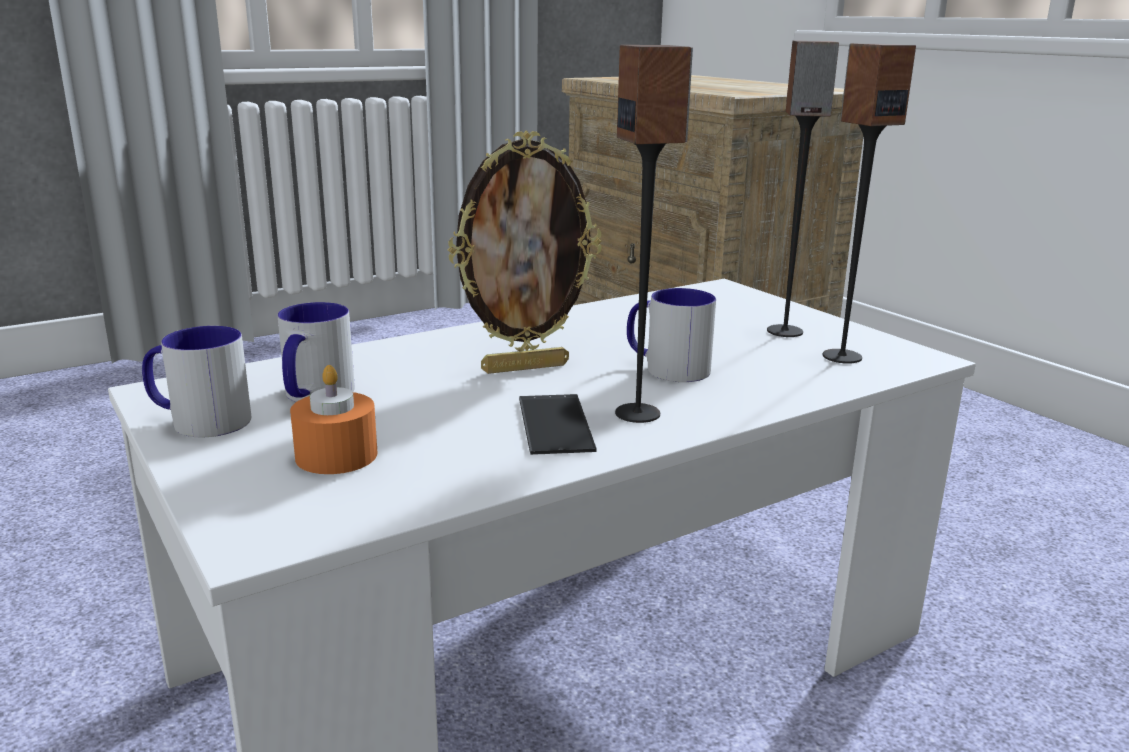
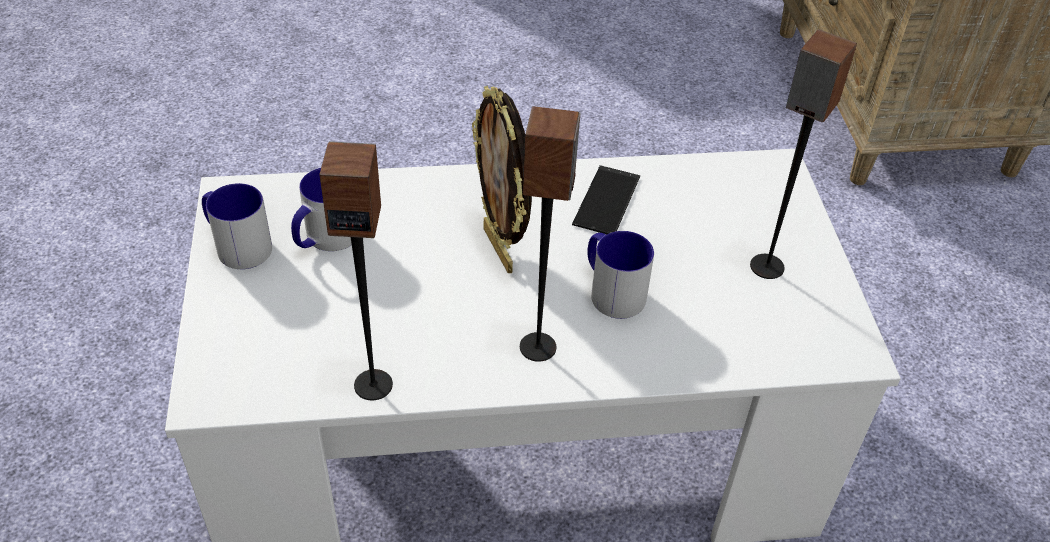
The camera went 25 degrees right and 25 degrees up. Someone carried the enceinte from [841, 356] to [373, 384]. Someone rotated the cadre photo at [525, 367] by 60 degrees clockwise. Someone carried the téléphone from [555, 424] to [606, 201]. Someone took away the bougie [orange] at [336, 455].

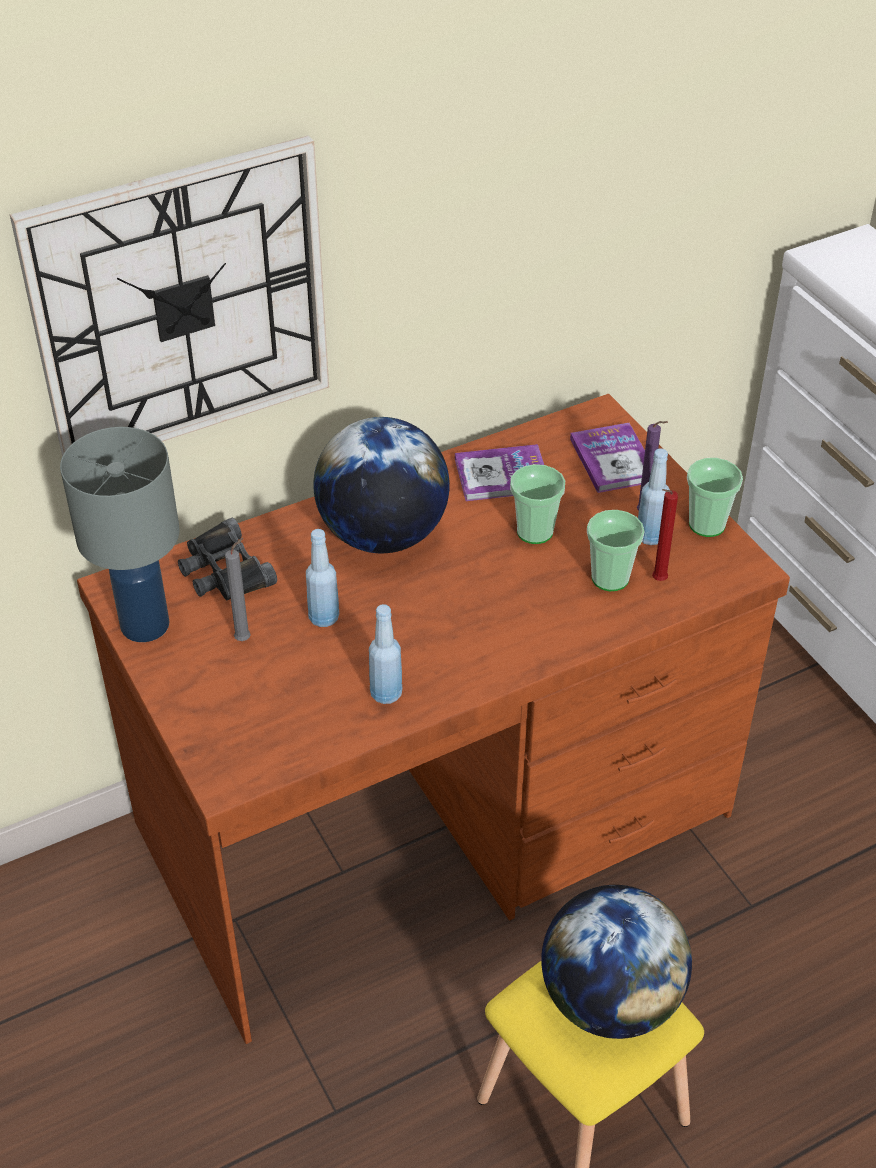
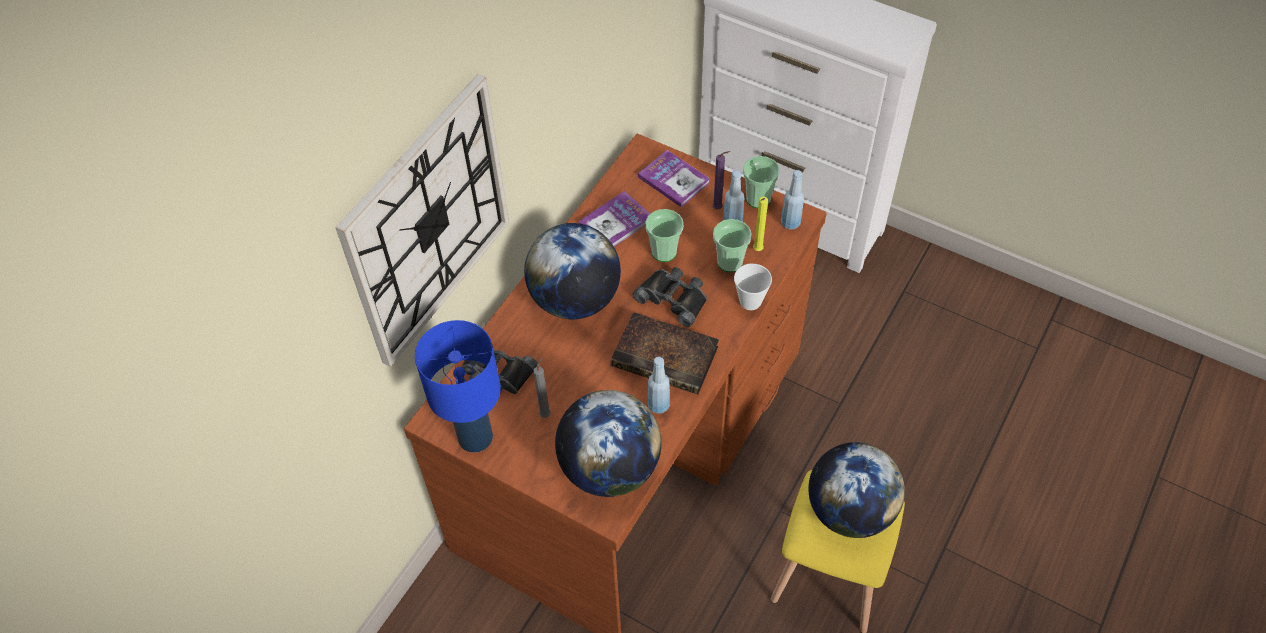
The camera went 30 degrees left and 10 degrees up. Someone repainted the lampe de table [gris] at [143, 625], which became the lampe de table [bleu] at [474, 438]. Someone put down the globe at [610, 468]. Someone put down the livre at [667, 357]. Someone put down the jumelles [noir] at [674, 298]. Someone put down the tasse at [750, 301]. Someone repainted the bougie [rouge] at [657, 581], which became the bougie [jaune] at [757, 251]. Someone carried the bouteille [bleu] from [323, 618] to [790, 223].

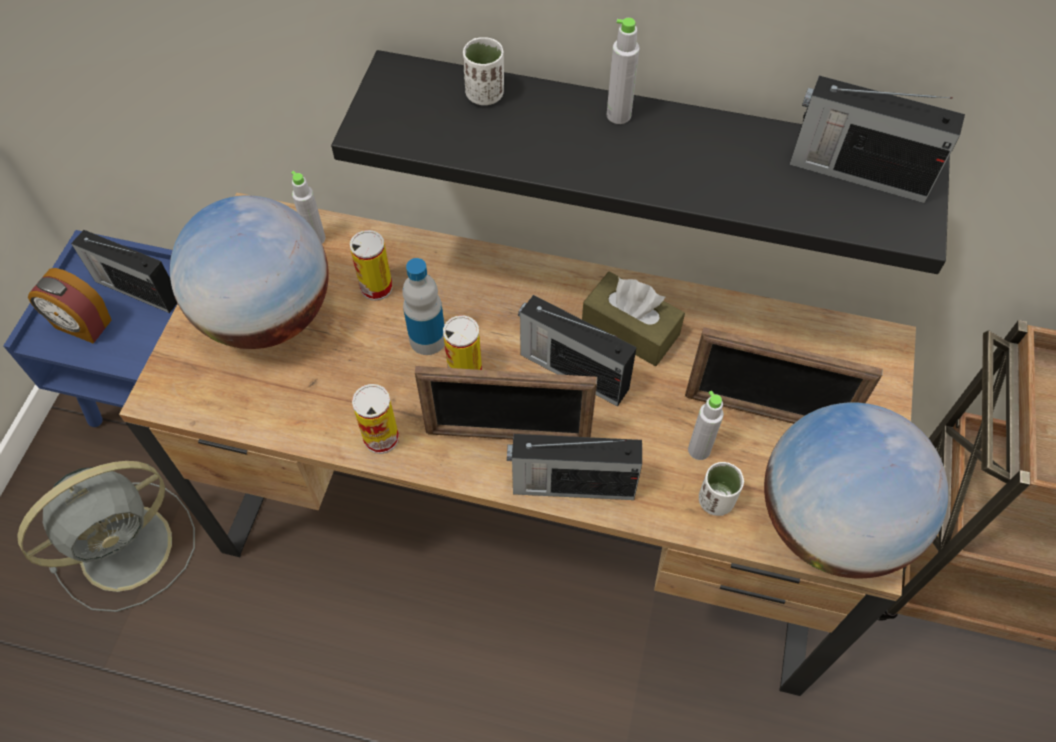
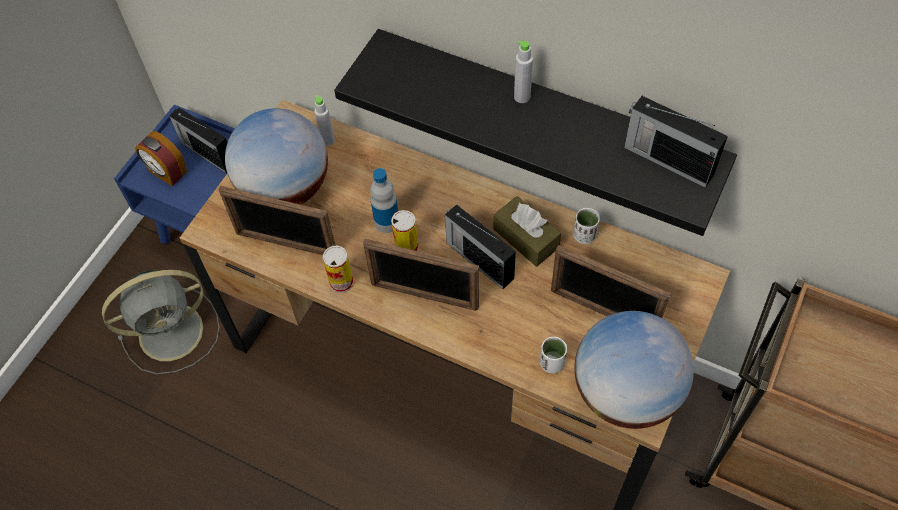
The camera went 15 degrees right and 0 degrees up. Someone put down the cadre photo at [286, 244]. Someone carried the tasse [blanc] from [485, 95] to [584, 235]. Someone took away the boîte métallique at [376, 287]. Someone took away the radio at [571, 485]. Someone took away the bouteille [gris] at [699, 450].

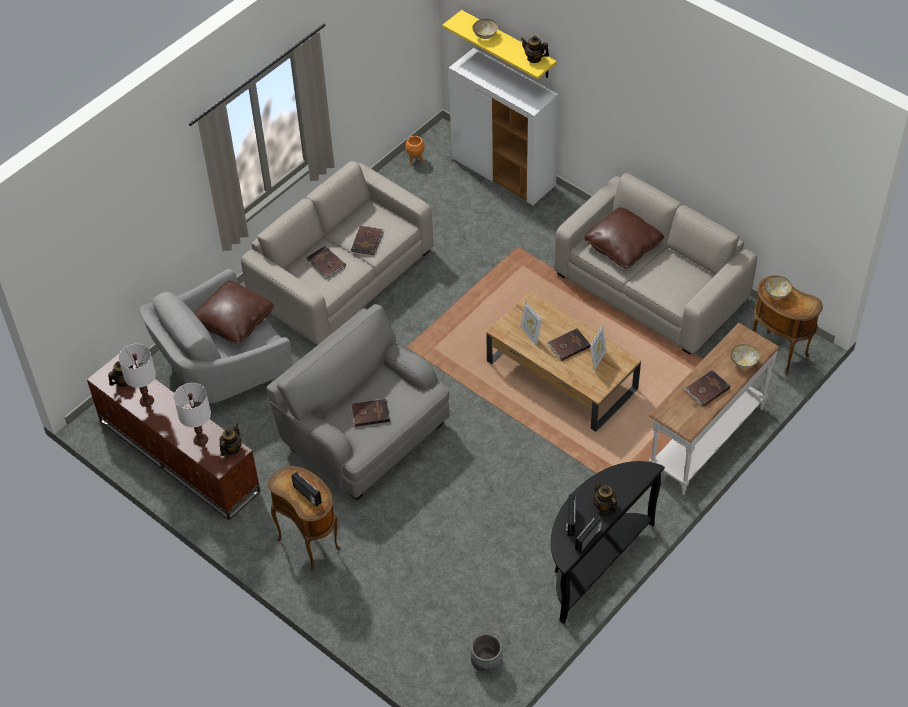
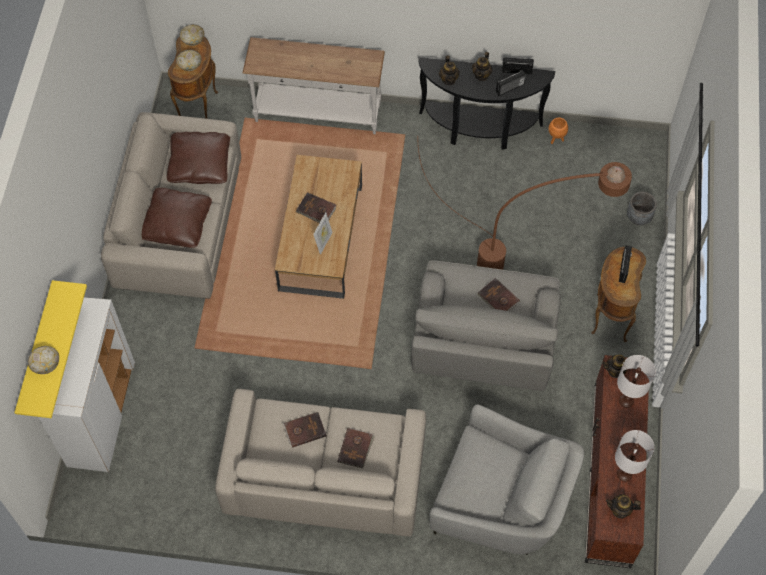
The camera went 125 degrees left and 10 degrees up. Someone carried the coussin [marron] from [234, 320] to [200, 164]. Someone carried the bol from [743, 362] to [193, 41]. Someone put down the lampadaire [marron] at [521, 251]. Someone carried the théière from [534, 58] to [448, 79]. Someone carried the cache-pot [orange] from [415, 159] to [556, 139]. Someone carried the cache-pot [gris] from [486, 663] to [638, 217]. Someone took away the cadre photo at [597, 359]. Someone took away the livre [marron] at [706, 389].

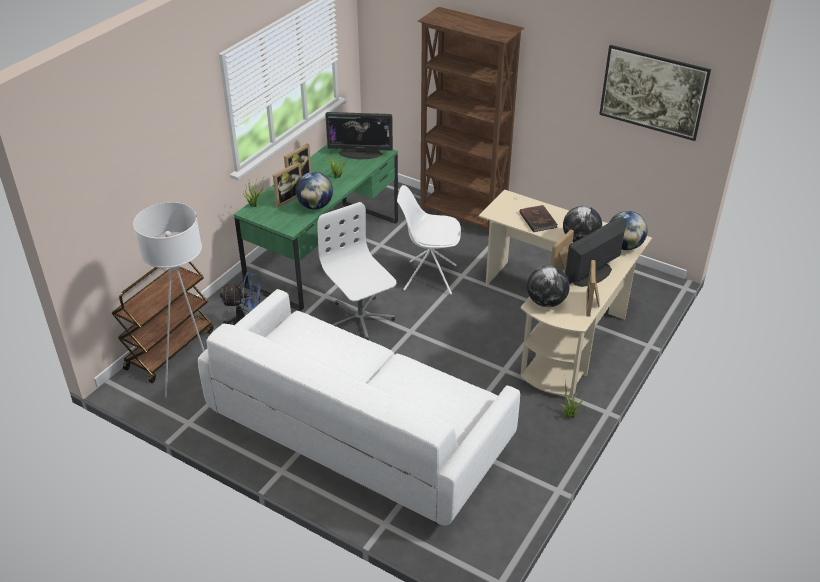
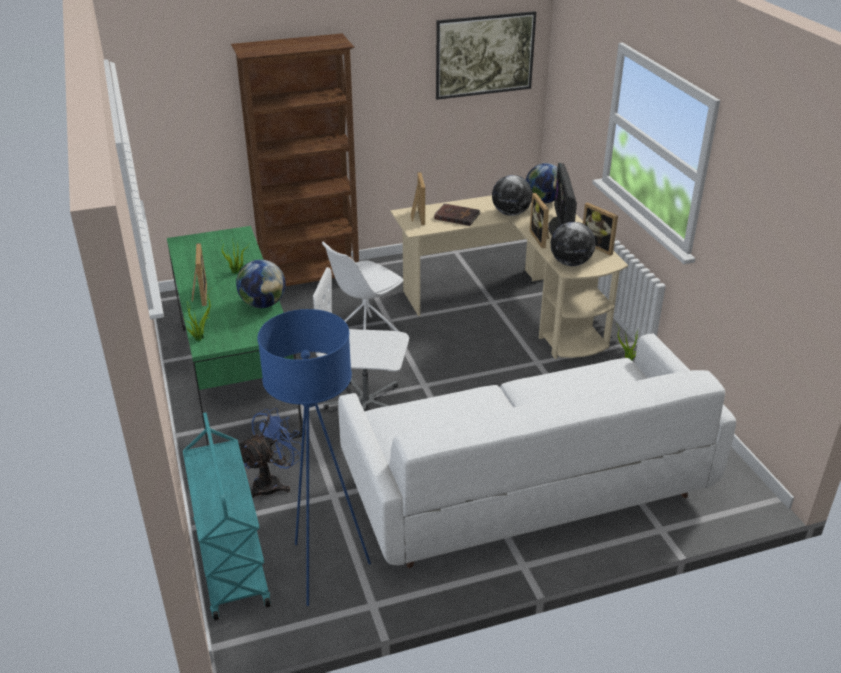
The camera went 50 degrees left and 5 degrees down. Someone repainted the chariot [marron] at [170, 349], which became the chariot [turquoise] at [230, 563]. Someone repainted the lampadaire [blanc] at [198, 387], which became the lampadaire [bleu] at [324, 569]. Someone carried the cadre photo from [287, 198] to [417, 217]. Someone took away the écran d'ordinateur at [360, 153].

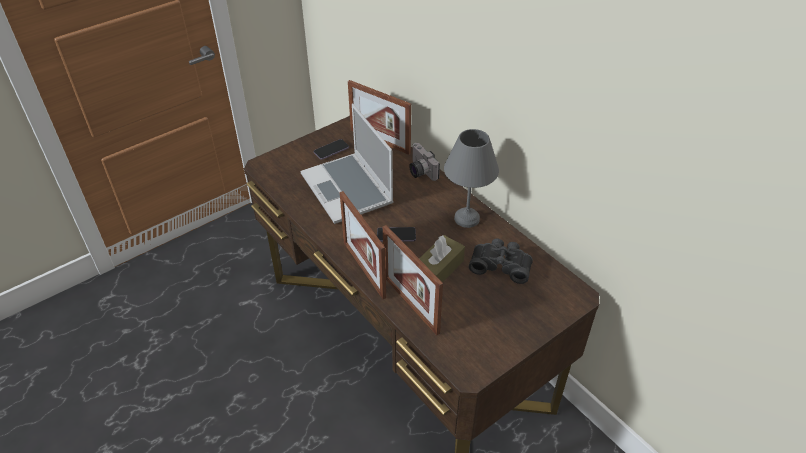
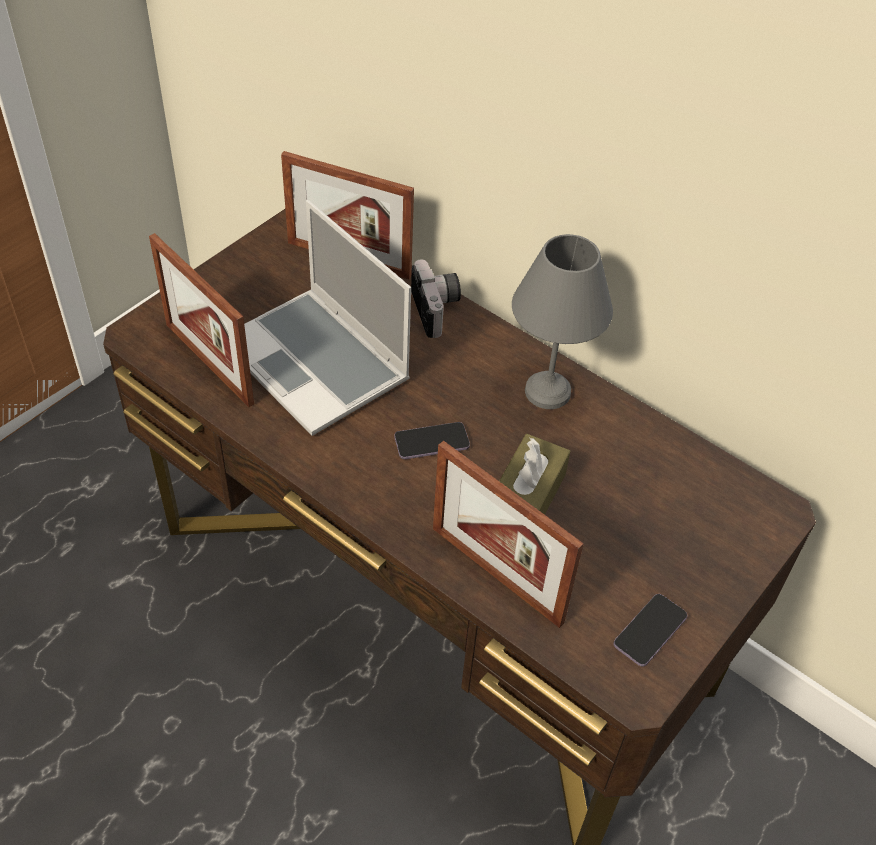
The camera went 15 degrees left and 5 degrees up. Someone carried the cadre photo from [364, 269] to [209, 363]. Someone rotated the appareil photo at [420, 171] by 150 degrees counterclockwise. Someone carried the téléphone from [331, 150] to [650, 631]. Someone took away the jumelles [noir] at [501, 265].

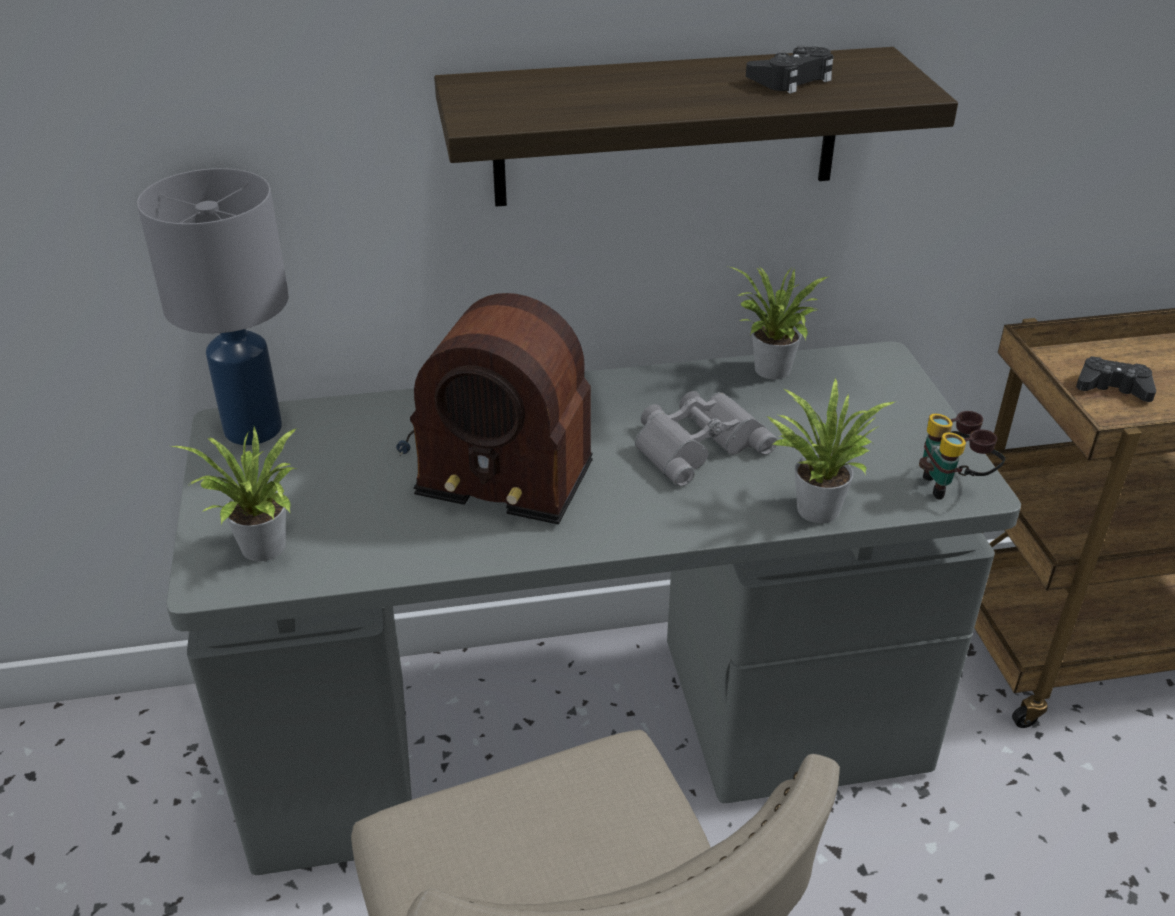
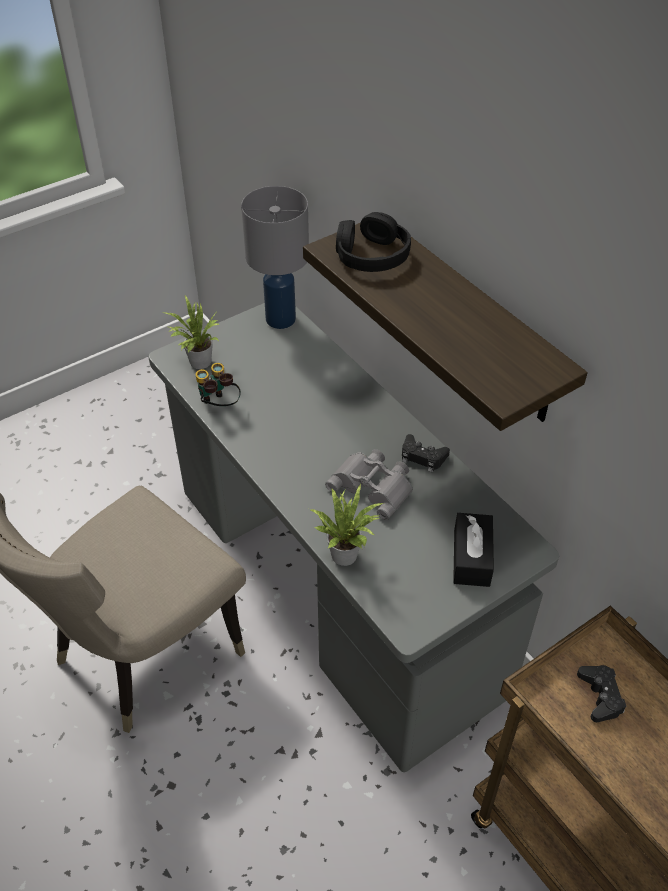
The camera went 65 degrees right and 10 degrees up. Someone carried the jumelles from [953, 485] to [218, 405]. Someone put down the casque audio [noir] at [371, 255]. Someone carried the manette [noir] from [791, 79] to [422, 457]. Someone put down the boîte à mouchoirs [noir] at [471, 558]. Someone took away the radio at [494, 454]. Someone took away the plante en pot at [771, 372].

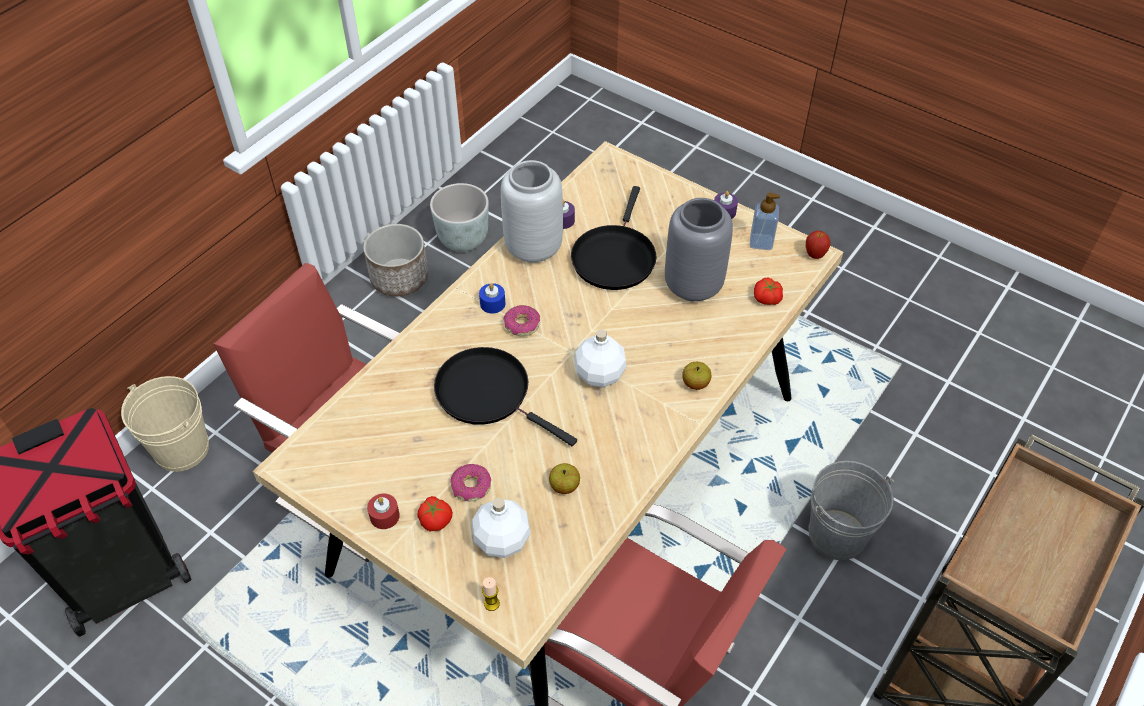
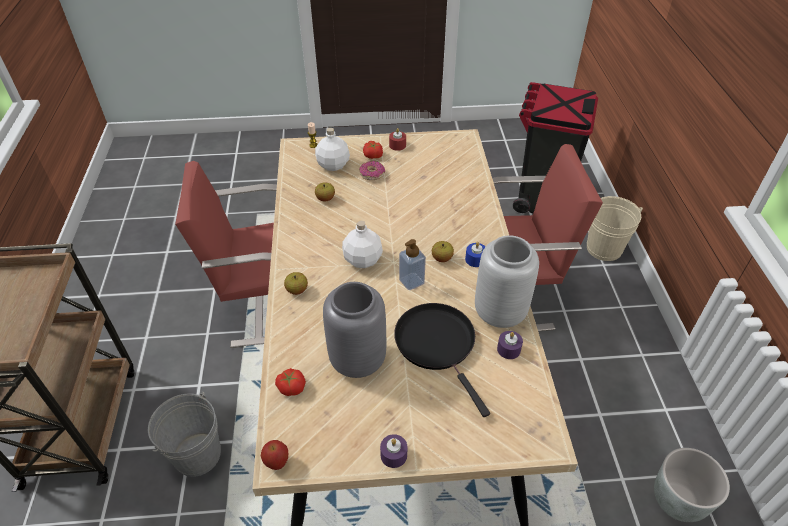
The camera went 140 degrees right and 5 degrees down. Someone carried the distributeur de savon from [761, 242] to [411, 281]. Someone swapped the beignet at [522, 325] for the pomme at [442, 258]. Someone took away the cache-pot at [399, 277]. Someone took away the poêle [noir] at [488, 393].

